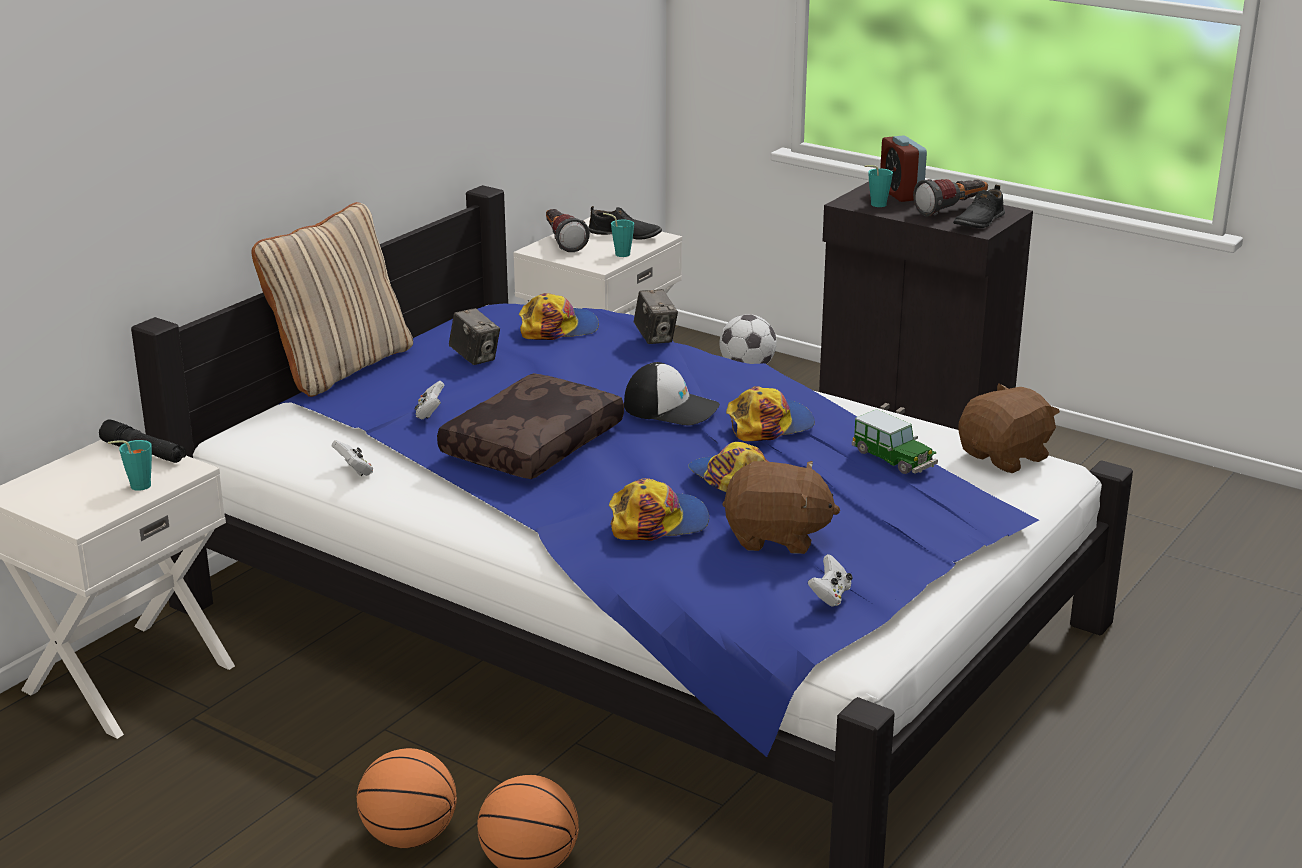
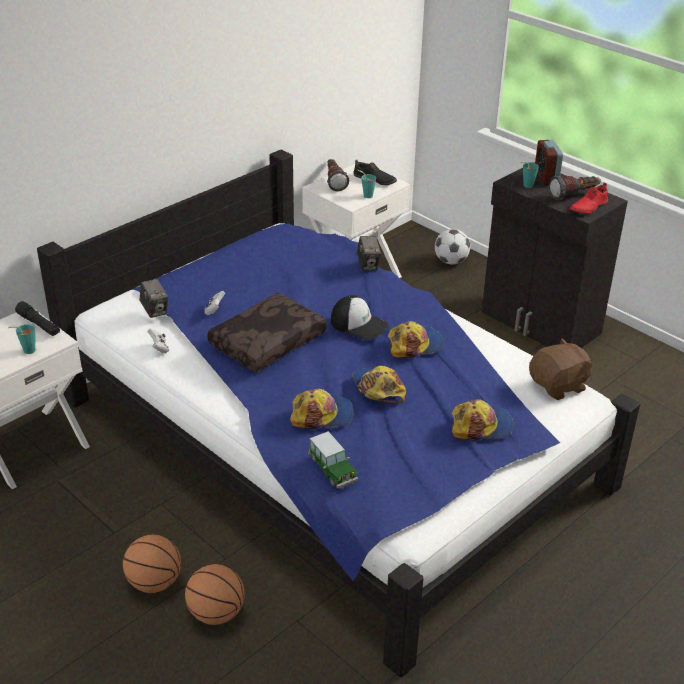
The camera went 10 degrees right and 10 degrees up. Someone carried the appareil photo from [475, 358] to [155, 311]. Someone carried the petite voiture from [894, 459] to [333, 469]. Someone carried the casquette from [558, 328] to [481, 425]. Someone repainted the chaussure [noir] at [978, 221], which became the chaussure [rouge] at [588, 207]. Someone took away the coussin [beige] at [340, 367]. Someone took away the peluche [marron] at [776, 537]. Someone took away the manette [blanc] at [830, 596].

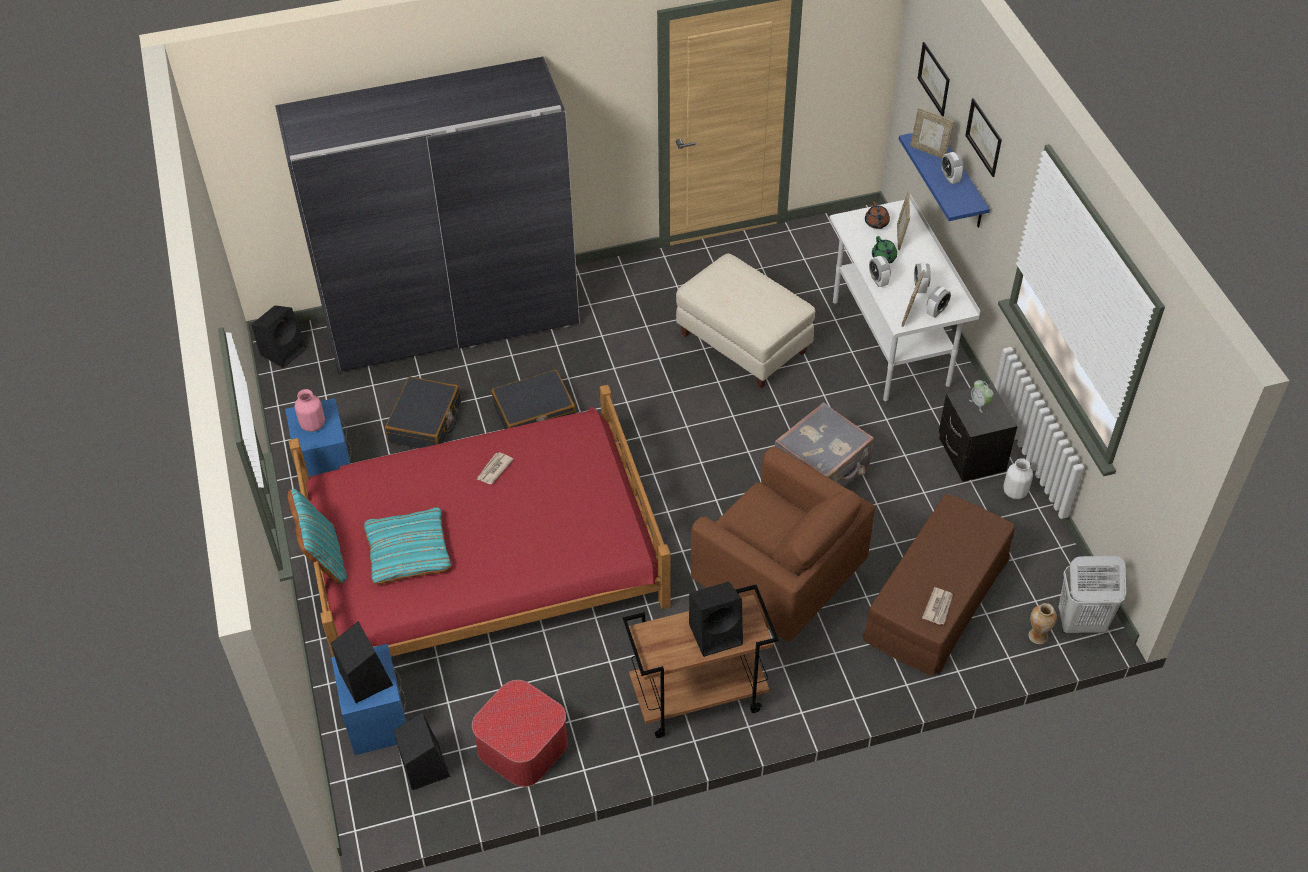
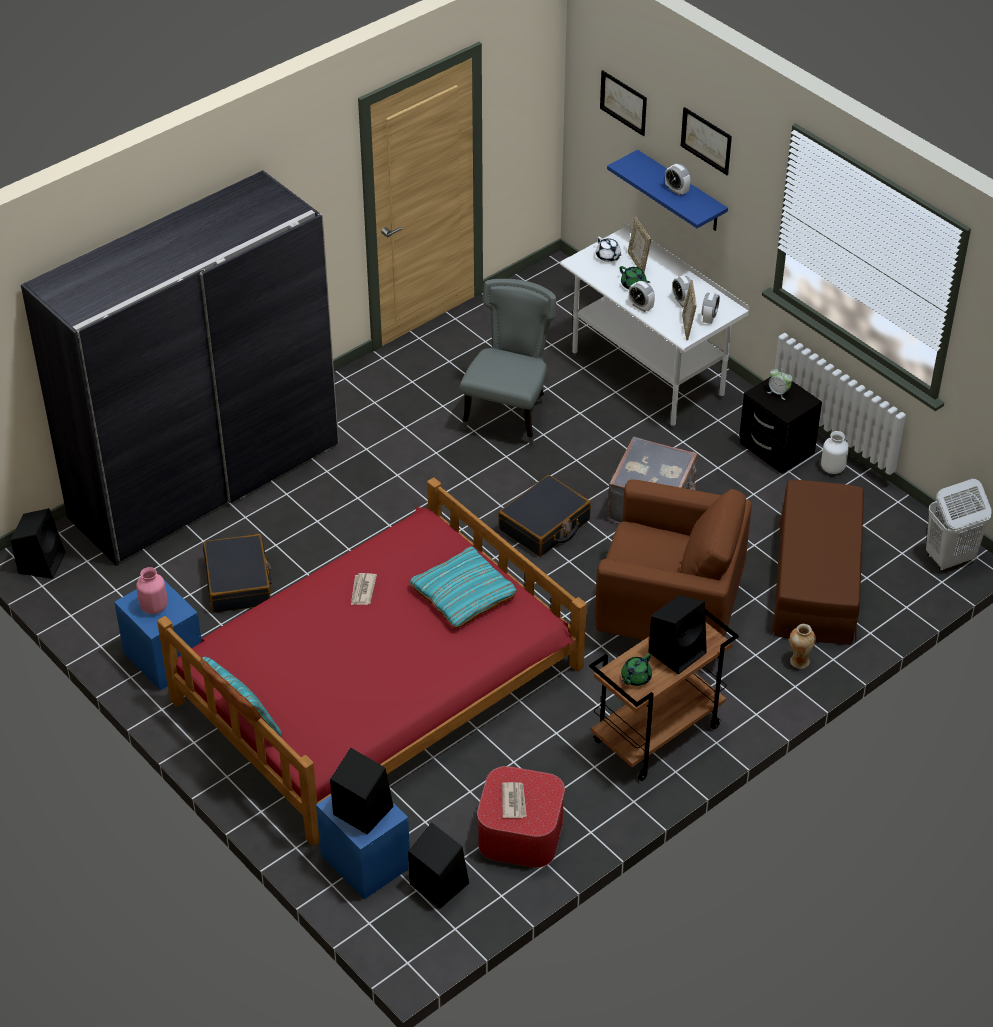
The camera went 25 degrees left and 5 degrees down. Someone carried the coussin [turquoise] from [408, 550] to [463, 593]. Someone swapped the pouf [beige] at [744, 343] for the chaise [gris] at [509, 414]. Someone carried the valise [noir] from [534, 414] to [544, 525]. Someone carried the journal from [938, 607] to [514, 801]. Someone repainted the théière [marron] at [876, 223], which became the théière [blanc] at [608, 257]. Someone put down the théière [vert] at [635, 678]. Someone carried the vase from [1037, 636] to [799, 661]. Someone took away the cadre photo at [929, 151].

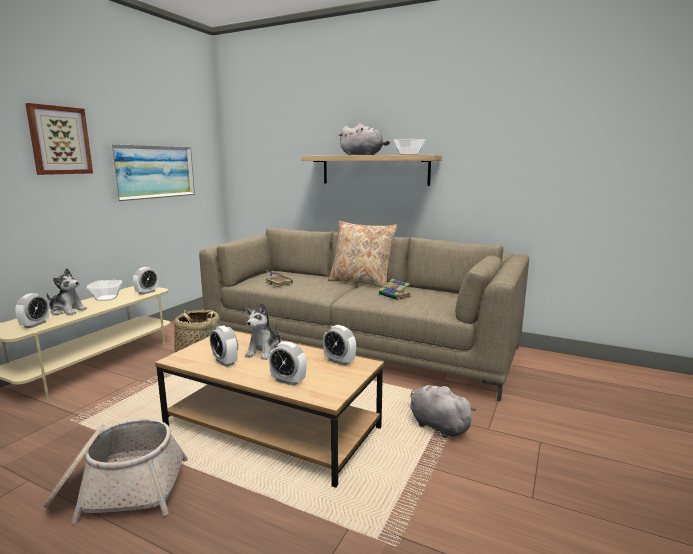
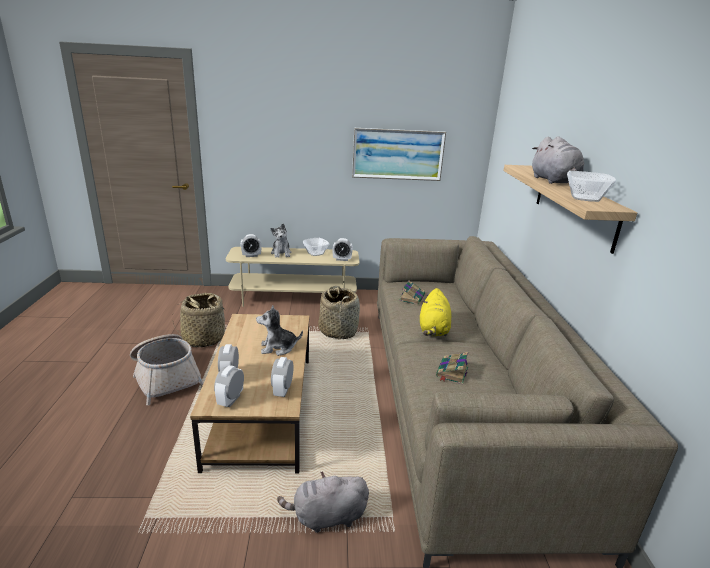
The camera went 60 degrees right and 10 degrees up. Someone put down the panier at [203, 338]. Someone carried the réveil from [225, 362] to [230, 400]. Someone rotated the peluche [gris] at [437, 426] by 120 degrees counterclockwise. Someone put down the peluche [jaune] at [433, 330]. Someone took away the tableau at [59, 140]. Someone took away the coussin [beige] at [361, 282].

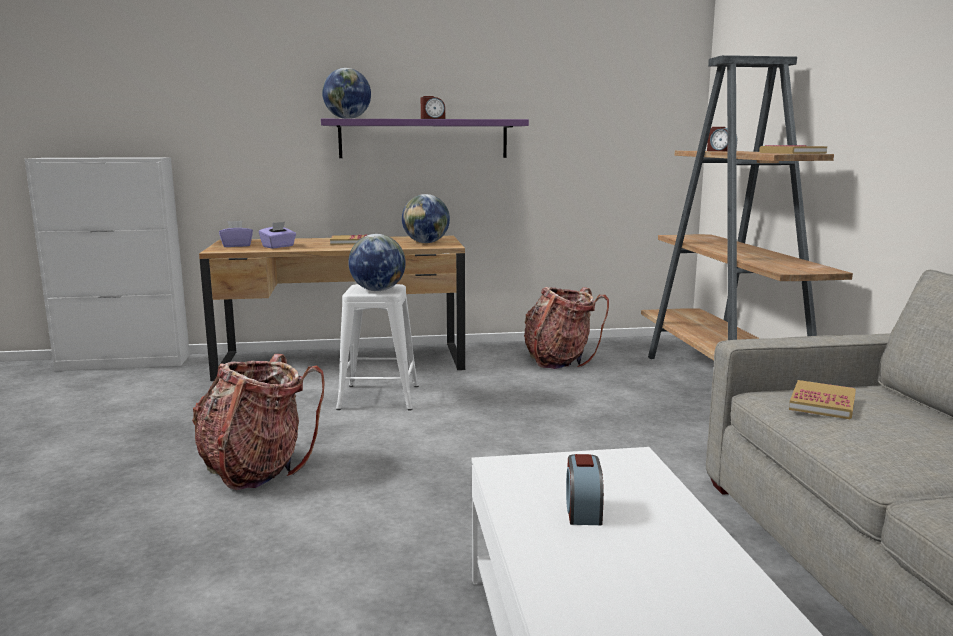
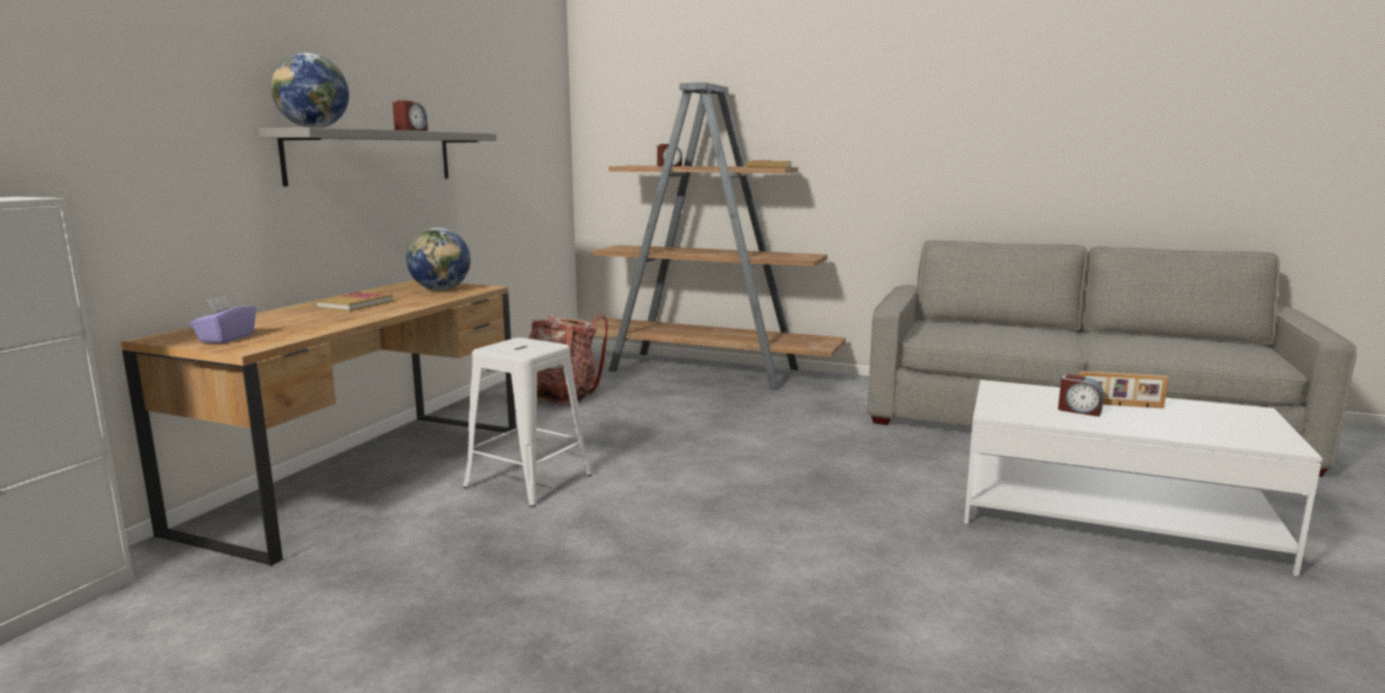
The camera went 60 degrees left and 0 degrees up. Someone repainted the étagère [violet] at [423, 139], which became the étagère [gris] at [373, 156]. Someone put down the cadre photo at [1119, 405]. Someone took away the sac à dos at [256, 469]. Someone took away the boîte à mouchoirs [violet] at [278, 246]. Someone took away the globe at [377, 290]. Someone took away the livre at [822, 403].

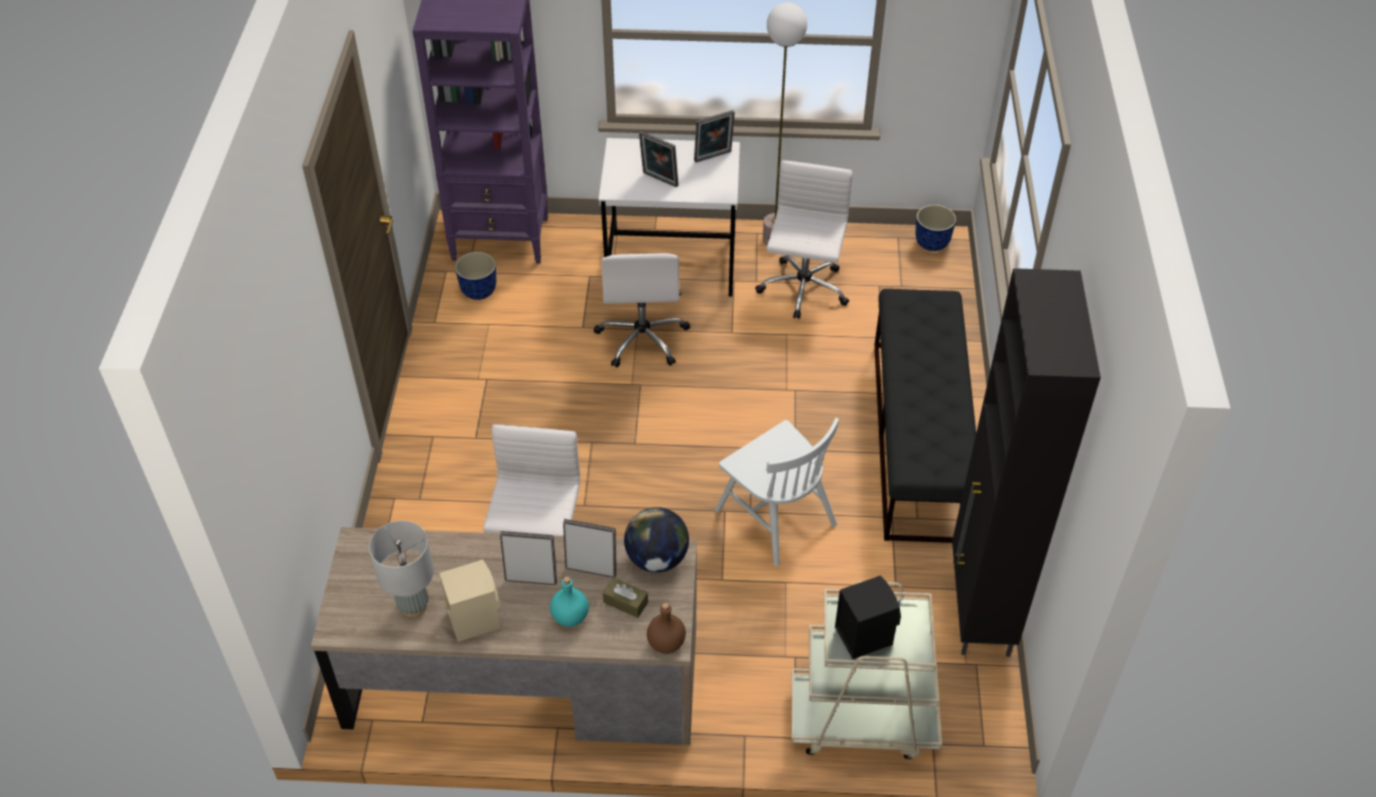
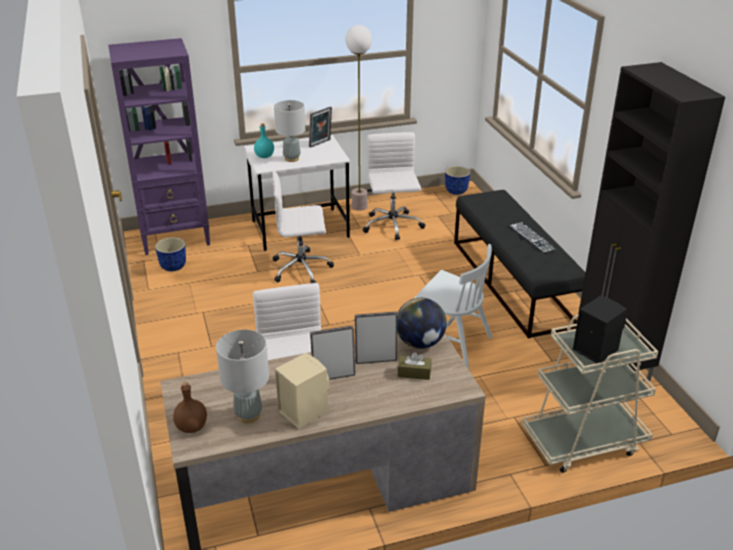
The camera went 20 degrees left and 15 degrees down. Someone carried the bouteille [marron] from [666, 642] to [191, 427]. Someone carried the bouteille [turquoise] from [570, 617] to [265, 156]. Someone rotated the chaise de bureau [blanc] at [642, 338] by 105 degrees clockwise. Someone swapped the cadre photo at [659, 180] for the lampe de table [gris] at [292, 158]. Someone put down the clavier at [532, 237].

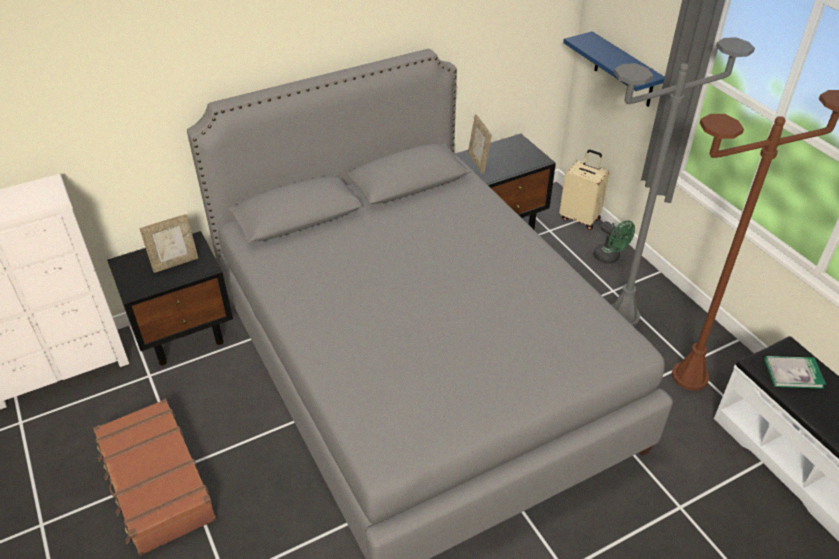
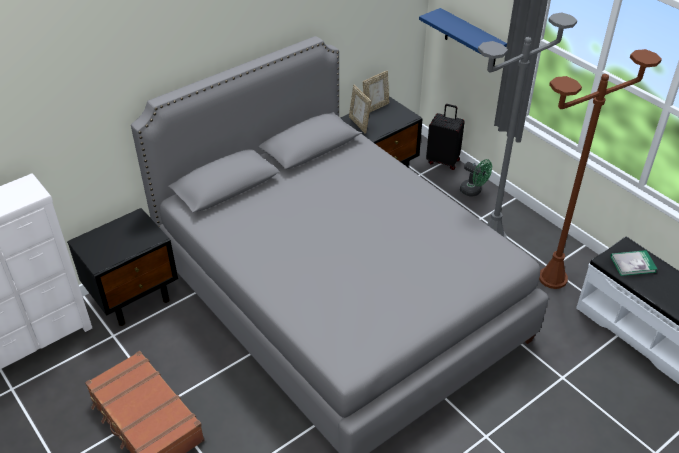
The camera went 10 degrees left and 0 degrees up. Someone carried the cadre photo from [175, 263] to [375, 107]. Someone repainted the valise [beige] at [580, 218], which became the valise [noir] at [443, 161].

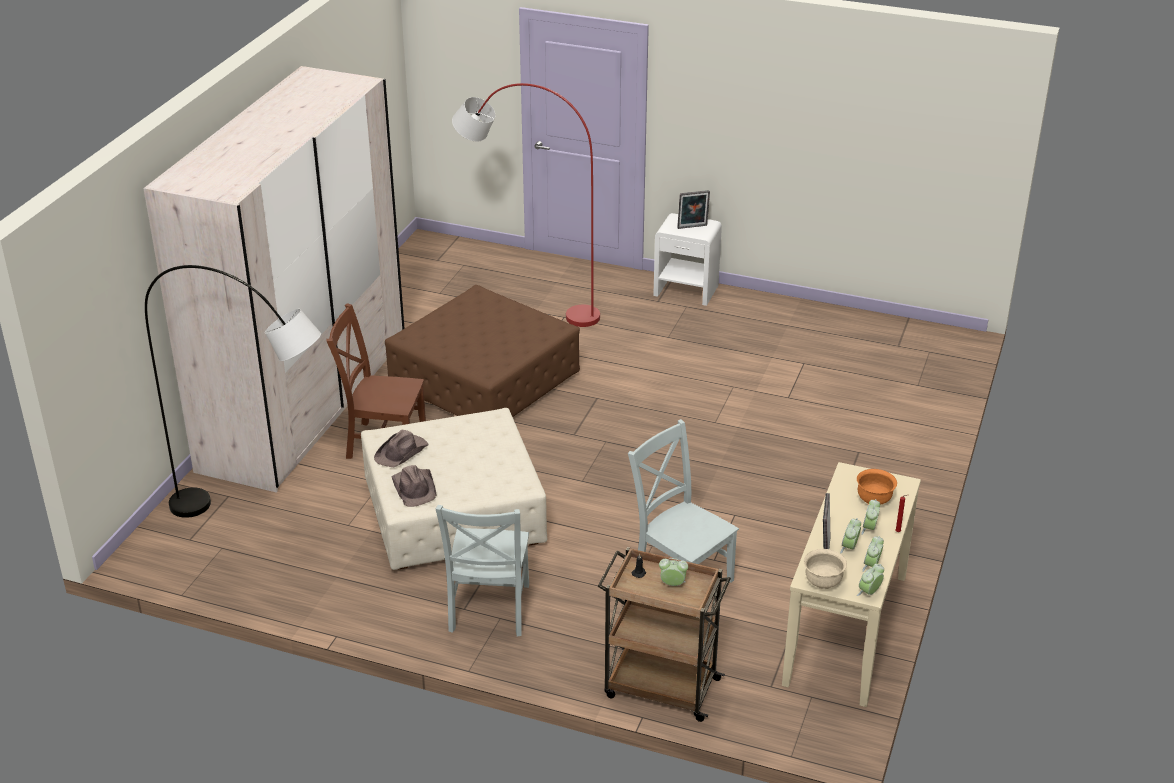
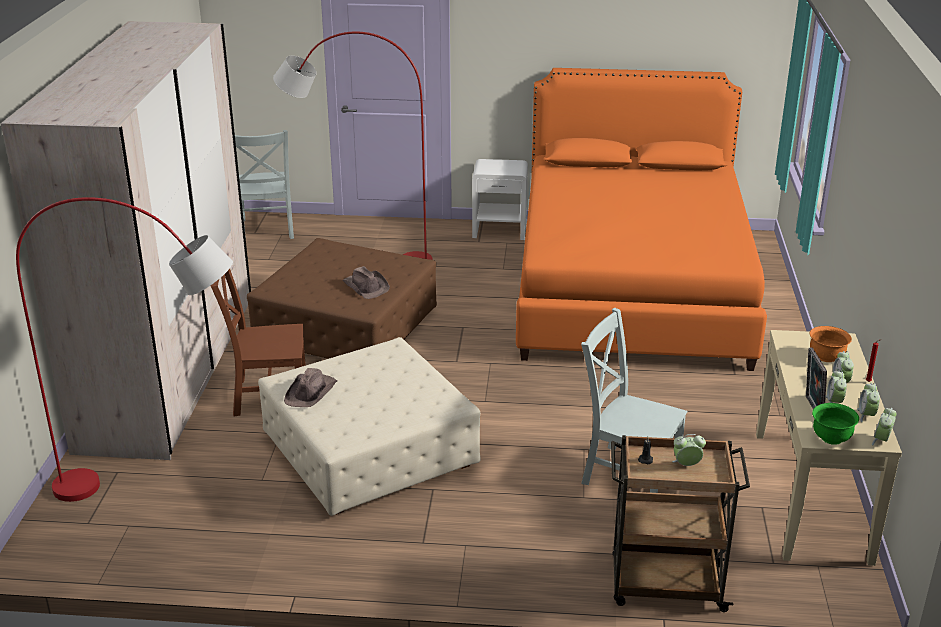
The camera went 15 degrees left and 5 degrees down. Someone repainted the lampadaire [gris] at [259, 519], which became the lampadaire [rouge] at [161, 489]. Someone carried the chaise [gris] from [488, 611] to [266, 230]. Someone carried the chapeau [marron] from [415, 488] to [366, 286]. Someone put down the lit [orange] at [630, 289]. Someone repainted the bol [beige] at [823, 582], which became the bol [vert] at [831, 438]. Someone took away the cadre photo at [692, 227].

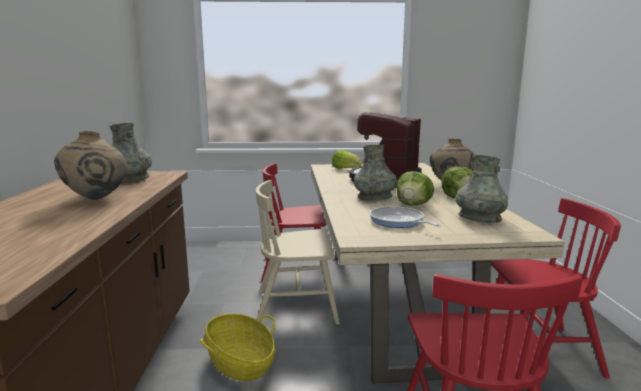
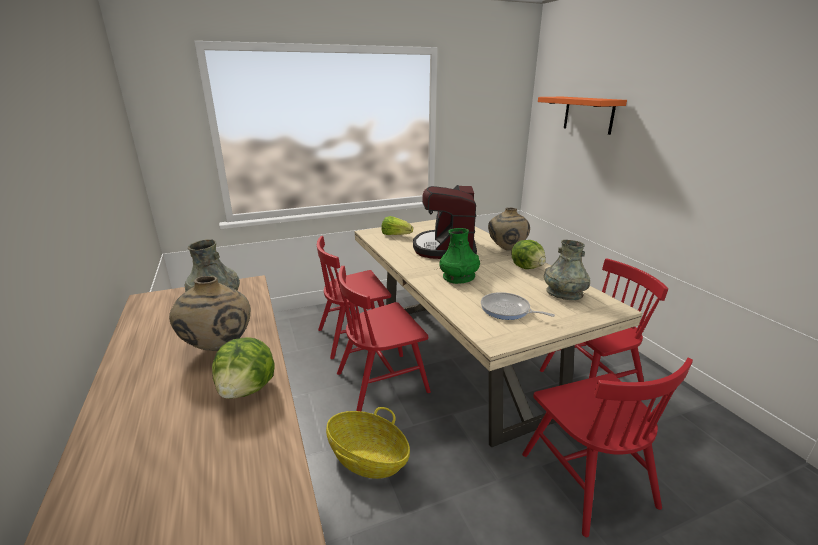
The camera went 20 degrees left and 10 degrees up. Someone carried the laitue from [413, 205] to [247, 389]. Someone repainted the chaise [beige] at [297, 307], which became the chaise [rouge] at [382, 382]. Someone repainted the vase [gris] at [374, 197], which became the vase [vert] at [458, 277]. Someone put up the étagère [orange] at [588, 114].

